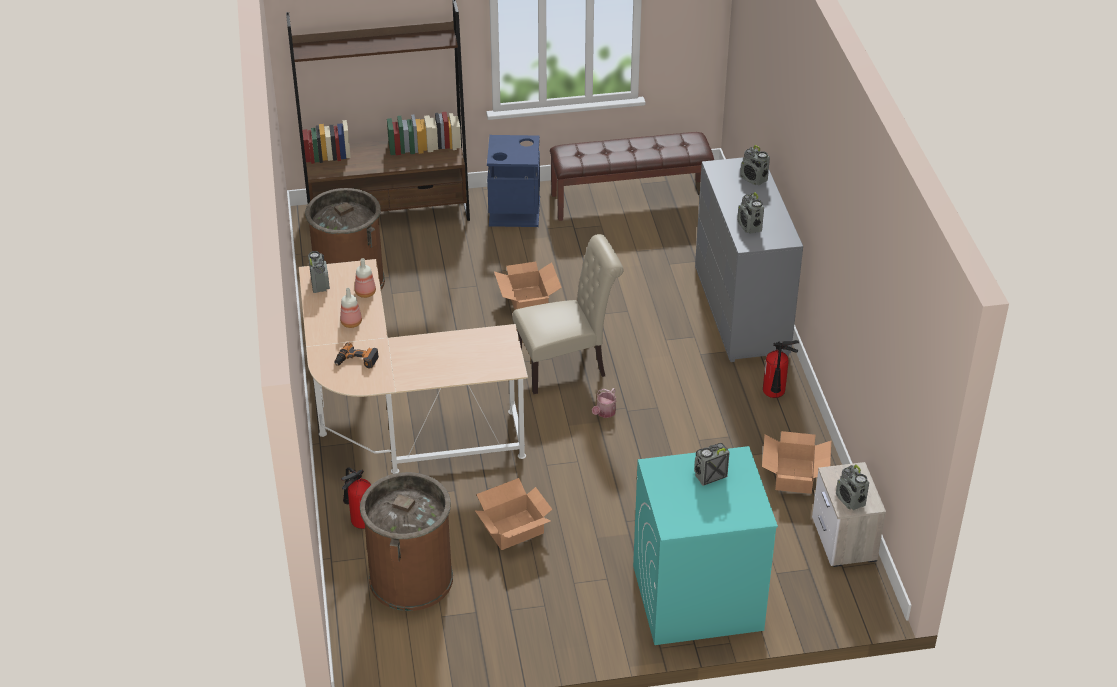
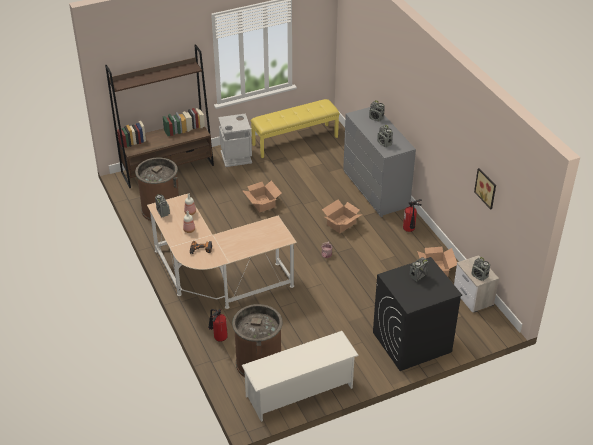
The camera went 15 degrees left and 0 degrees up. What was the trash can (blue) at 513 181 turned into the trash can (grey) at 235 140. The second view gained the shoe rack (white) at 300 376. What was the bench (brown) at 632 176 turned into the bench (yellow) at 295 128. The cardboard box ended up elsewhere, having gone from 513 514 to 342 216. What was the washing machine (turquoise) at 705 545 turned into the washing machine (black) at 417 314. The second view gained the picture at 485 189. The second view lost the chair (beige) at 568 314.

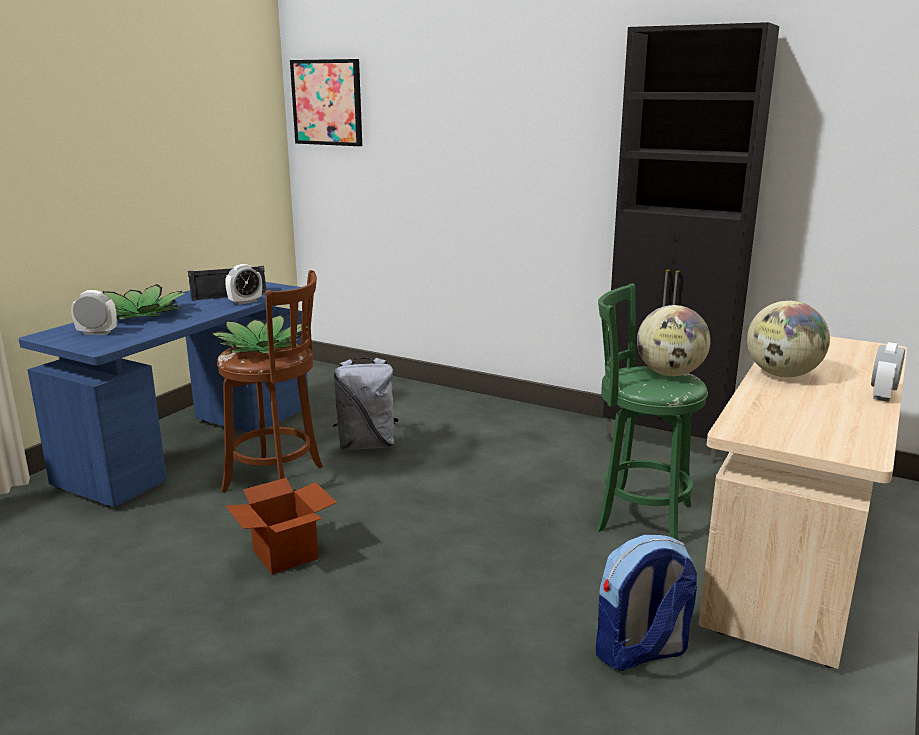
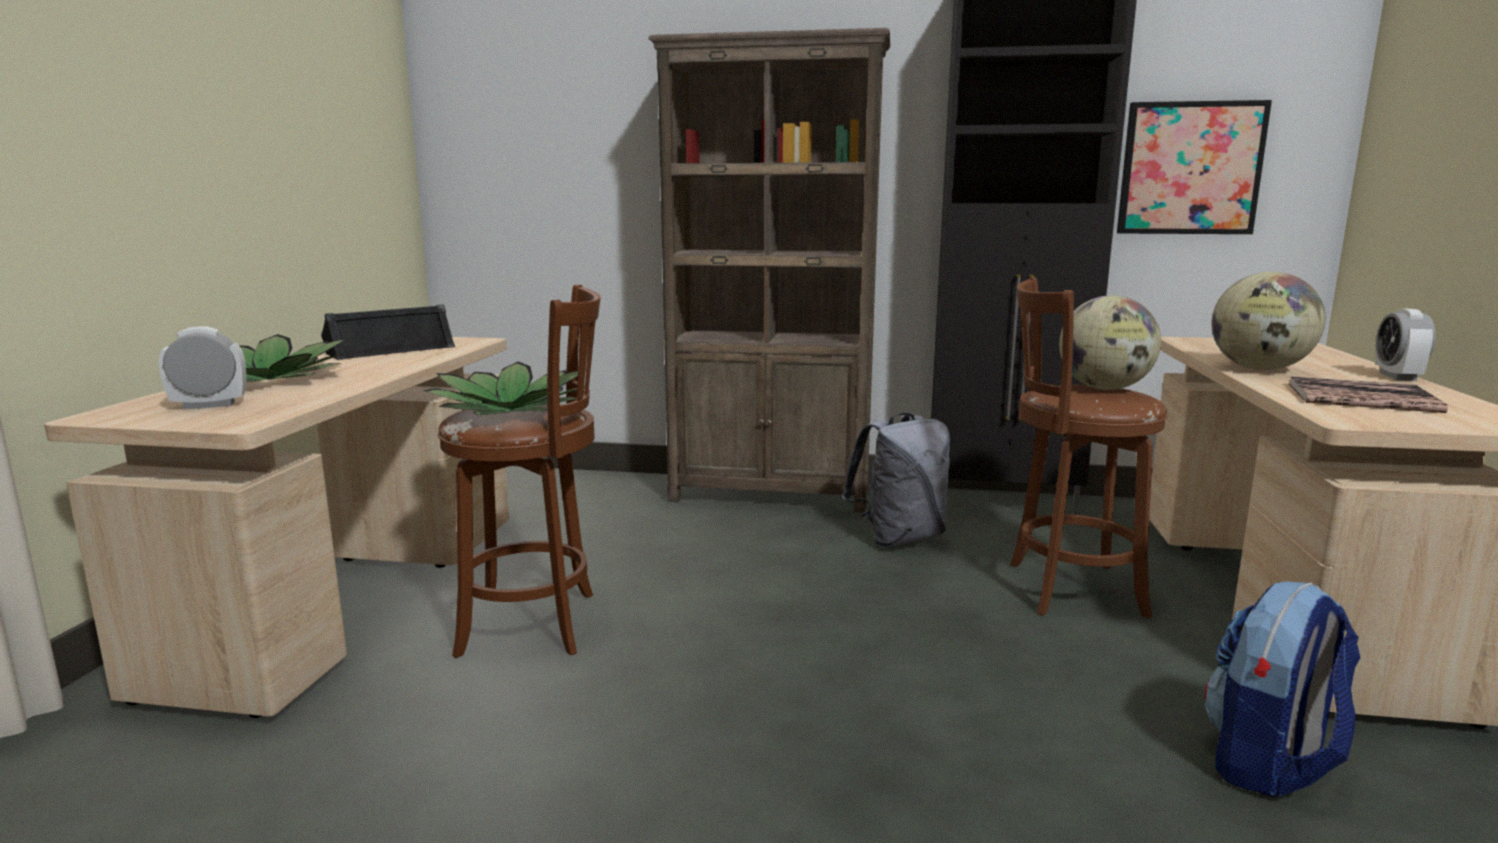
The camera went 20 degrees left and 5 degrees down. What was the desk (blue) at 163 394 turned into the desk (beige) at 276 527. The second view gained the bookcase (brown) at 769 270. The backpack (grey) ended up elsewhere, having gone from 366 403 to 896 480. What was the stool (green) at 652 411 turned into the stool (brown) at 1089 447. The picture ended up elsewhere, having gone from 326 102 to 1194 167. The second view gained the book at 1368 395. The second view lost the alarm clock at 243 284. The second view lost the cardboard box at 281 526.

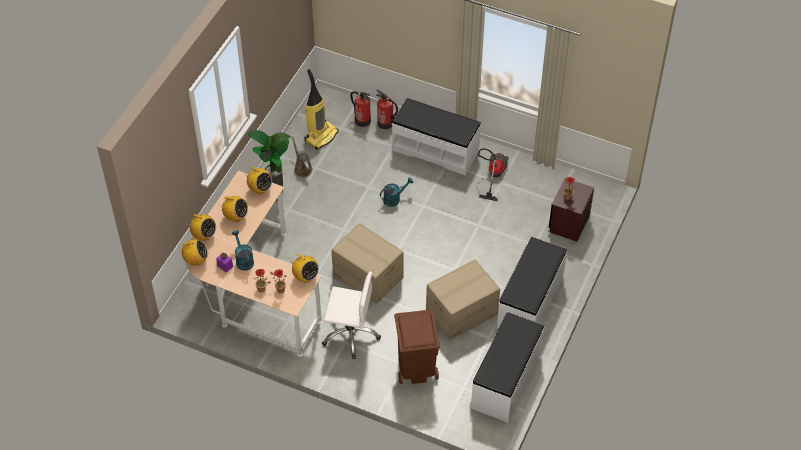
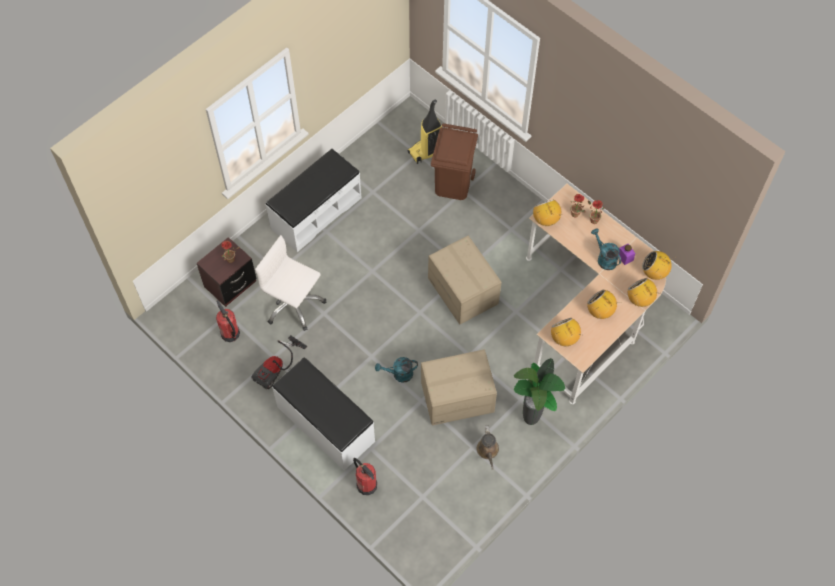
The camera went 160 degrees left and 10 degrees up. The fire extinguisher ended up elsewhere, having gone from 360 109 to 228 321. The office chair (white) ended up elsewhere, having gone from 351 315 to 290 283. The vacuum cleaner ended up elsewhere, having gone from 322 109 to 424 131. The cardboard box ended up elsewhere, having gone from 463 300 to 459 387. The watering can (turquoise) at 243 250 ended up facing another way, 150 degrees clockwise from before. The second view lost the bench (white) at 508 367.

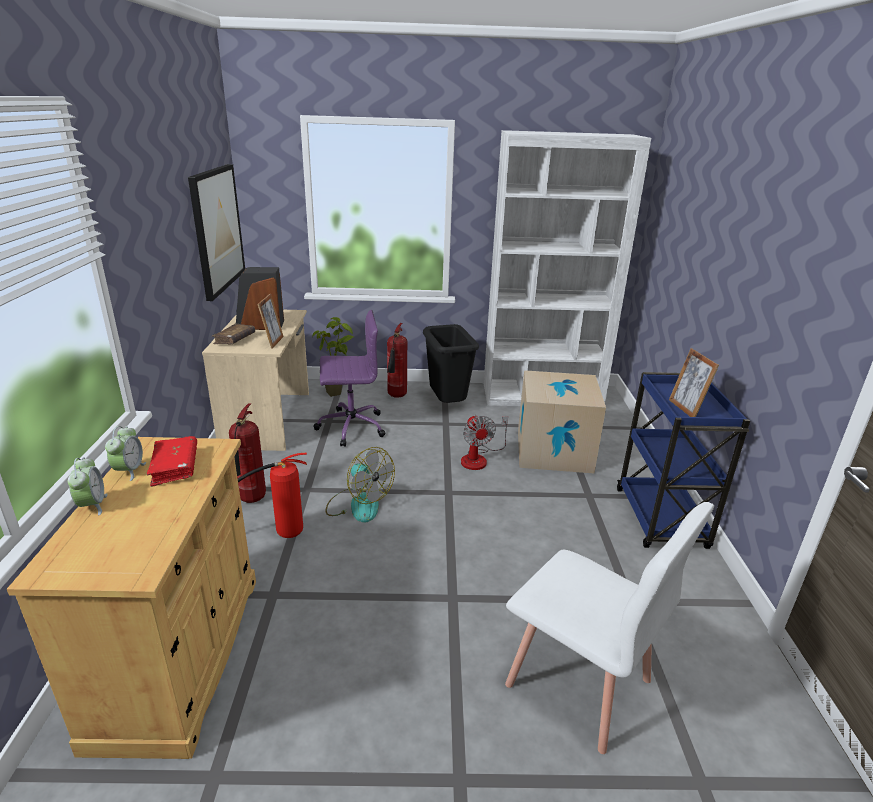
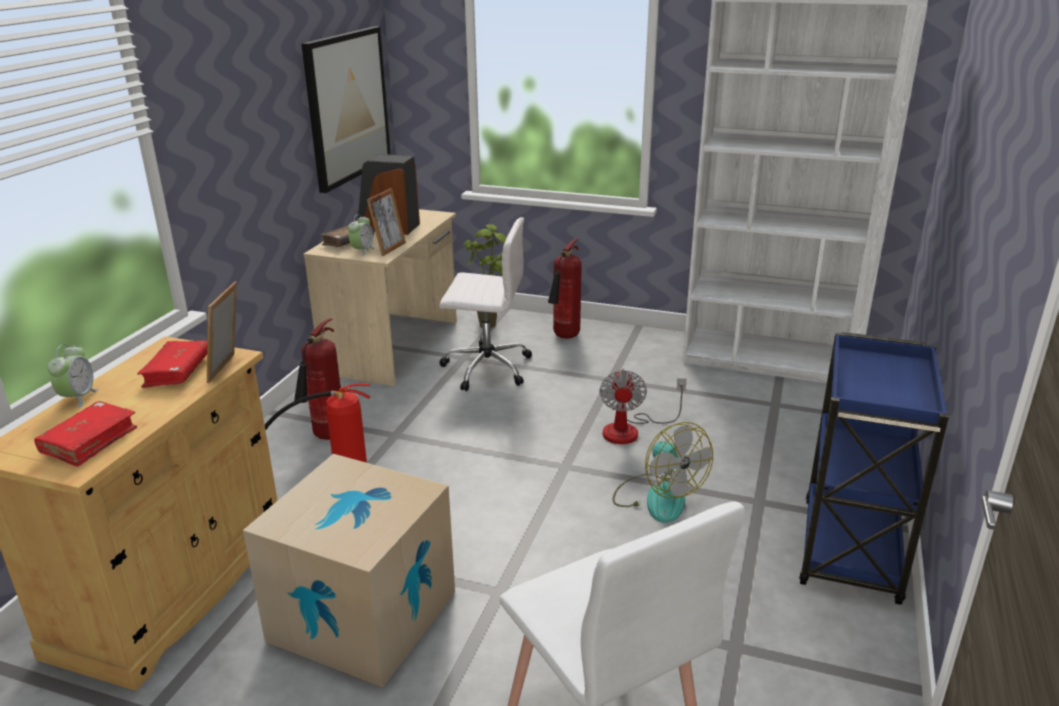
The camera went 20 degrees right and 0 degrees up. The second view gained the book (red) at 85 434. The picture frame ended up elsewhere, having gone from 694 382 to 222 332. The cardboard box ended up elsewhere, having gone from 562 422 to 349 570. The alarm clock ended up elsewhere, having gone from 125 453 to 361 235. What was the office chair (purple) at 349 378 turned into the office chair (white) at 485 304. The fan ended up elsewhere, having gone from 360 485 to 662 472. The second view lost the trash can (black) at 451 363.

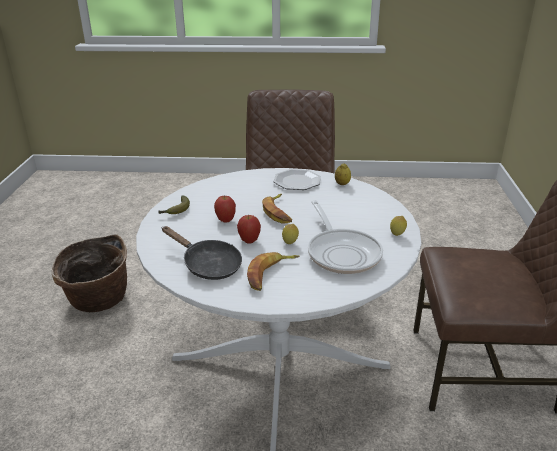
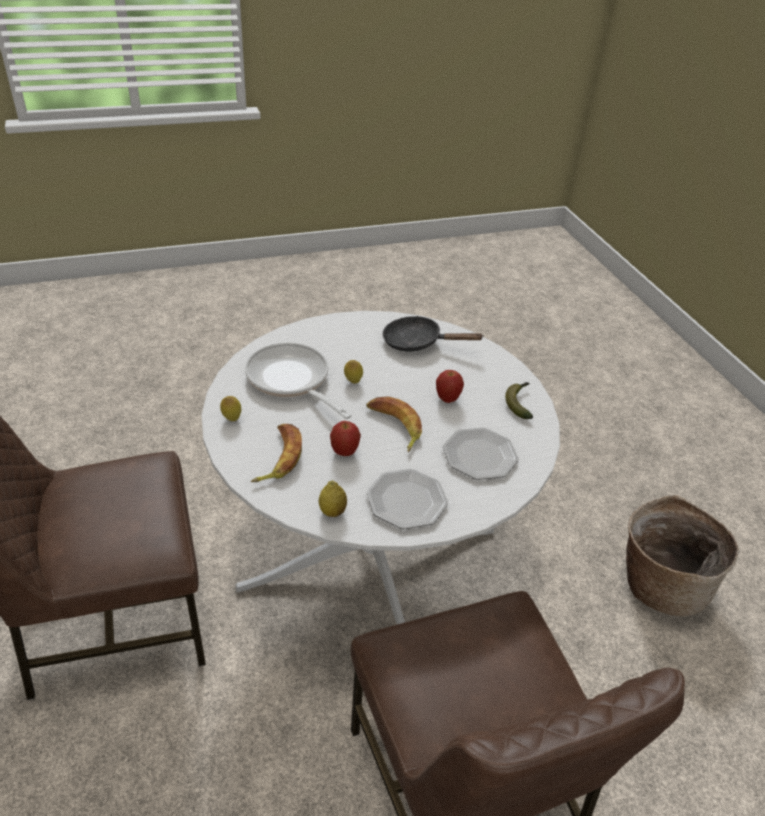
The camera went 155 degrees right and 10 degrees up. The banana ended up elsewhere, having gone from 273 271 to 276 453. The apple ended up elsewhere, having gone from 249 229 to 345 438. The second view gained the plate at 481 454.

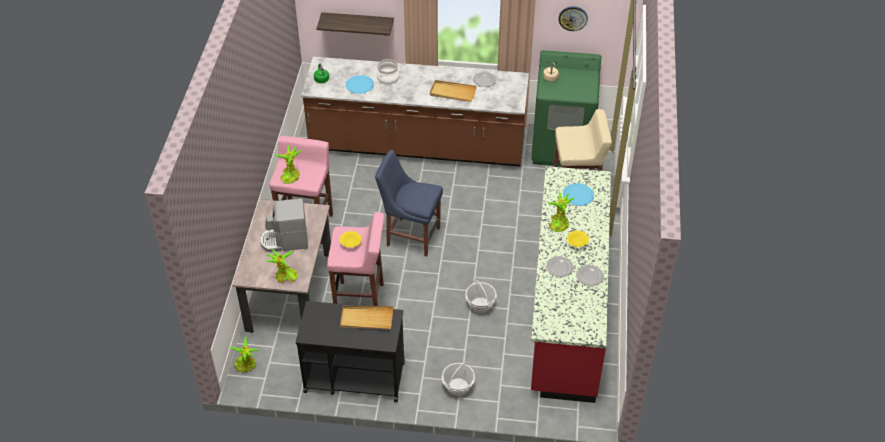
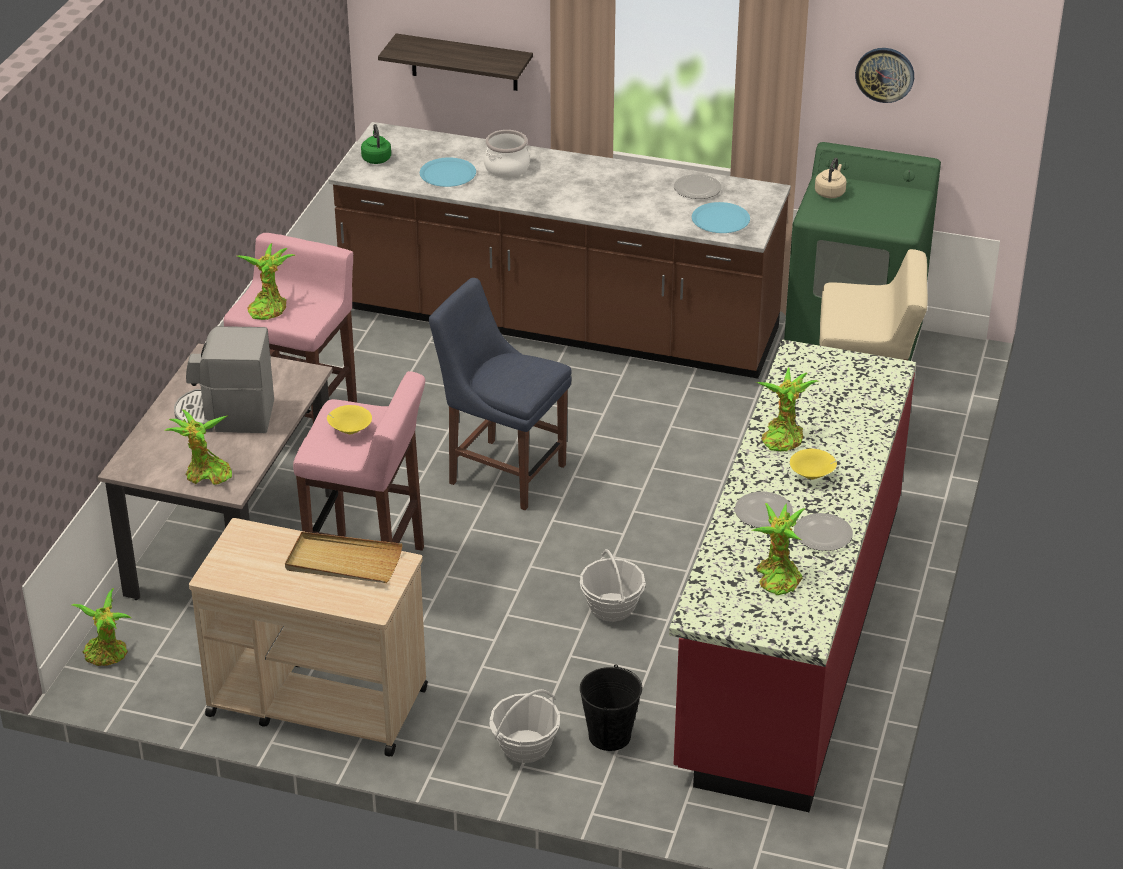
The camera went 10 degrees right and 10 degrees down. What was the cart (black) at 350 351 turned into the cart (beige) at 308 637. The second view gained the bucket (black) at 611 707. The plate (blue) ended up elsewhere, having gone from 578 194 to 721 217. The second view gained the potted plant at 778 549. The second view lost the tray (beige) at 453 91.

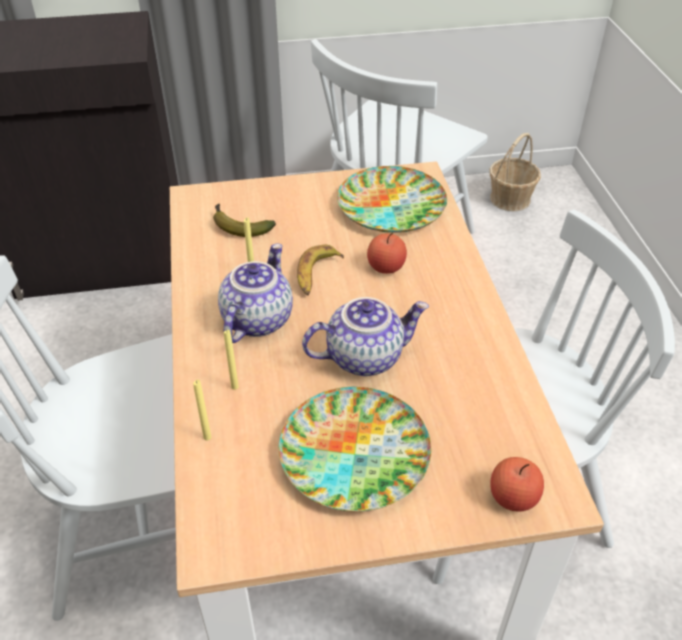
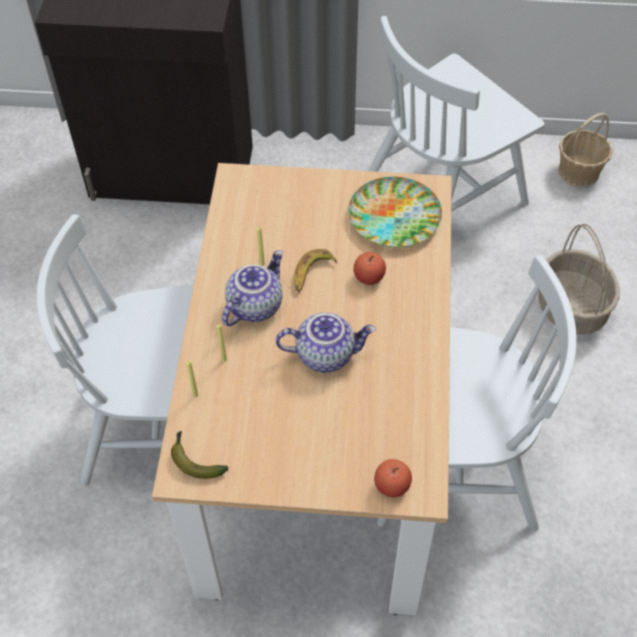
The camera went 15 degrees right and 10 degrees up. The banana ended up elsewhere, having gone from 244 220 to 199 455. The second view gained the basket at 579 279. The second view lost the plate at 355 449.

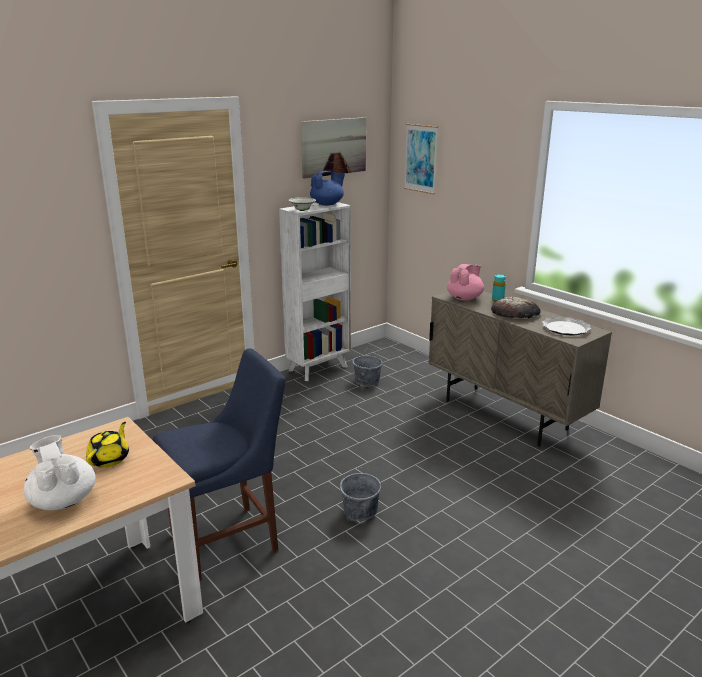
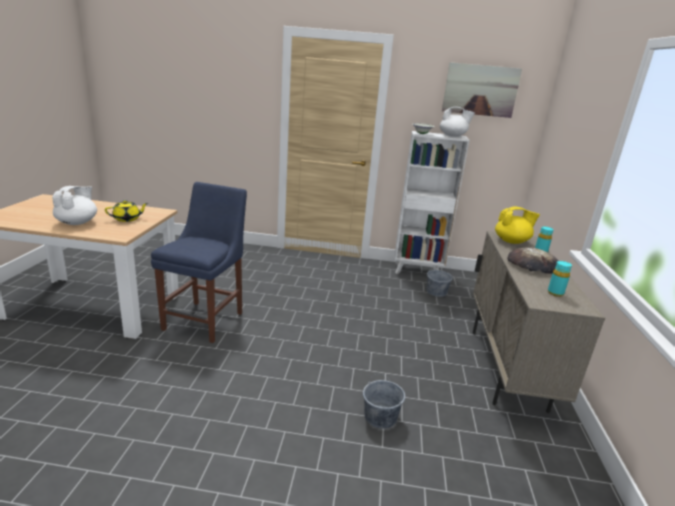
The camera went 45 degrees right and 0 degrees up. The chair (blue) at 219 464 ended up facing another way, 90 degrees counterclockwise from before. The bucket (grey) ended up elsewhere, having gone from 360 494 to 384 401. What was the teapot (blue) at 327 188 turned into the teapot (white) at 457 122. What was the teapot (pink) at 465 282 turned into the teapot (yellow) at 517 225. Where the plate stood at 566 326, the bottle (turquoise) came to stand at 560 279. The second view lost the picture at 421 159.

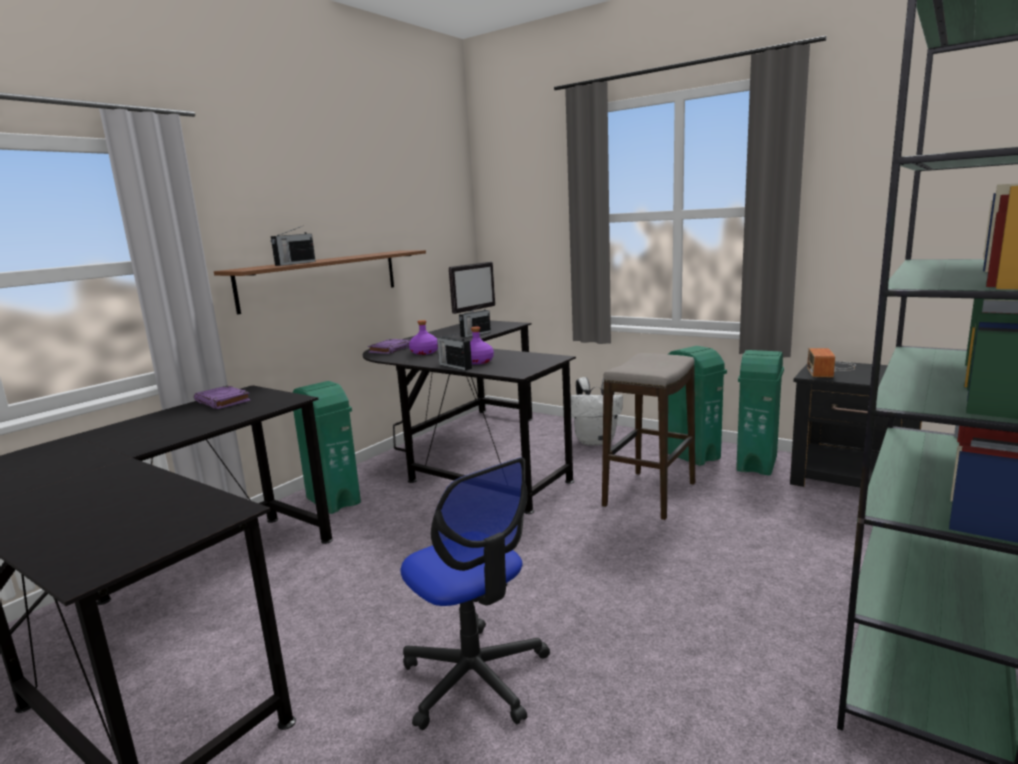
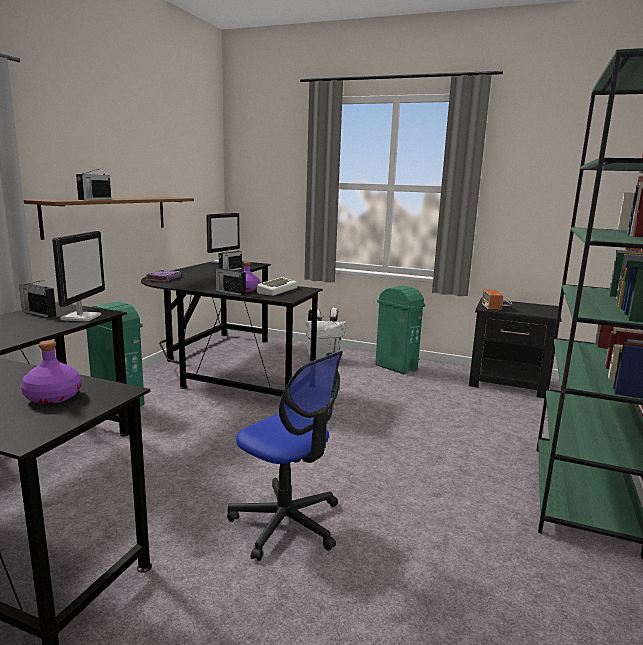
The camera went 15 degrees left and 0 degrees up. Where the book (purple) stood at 222 397, the radio came to stand at 37 299. The bottle (purple) ended up elsewhere, having gone from 423 337 to 51 372. The second view gained the monitor at 78 276. The second view gained the keyboard at 277 286. The second view lost the stool at 648 436. The second view lost the trash can (green) at 760 412.

